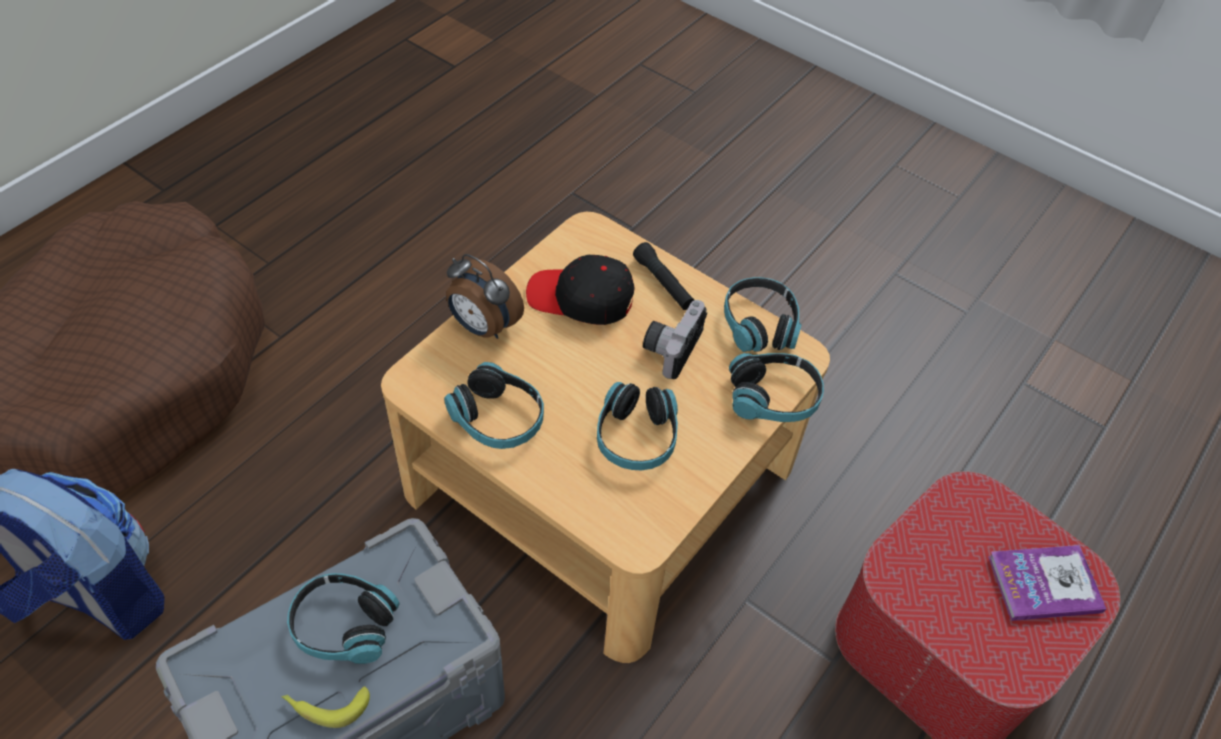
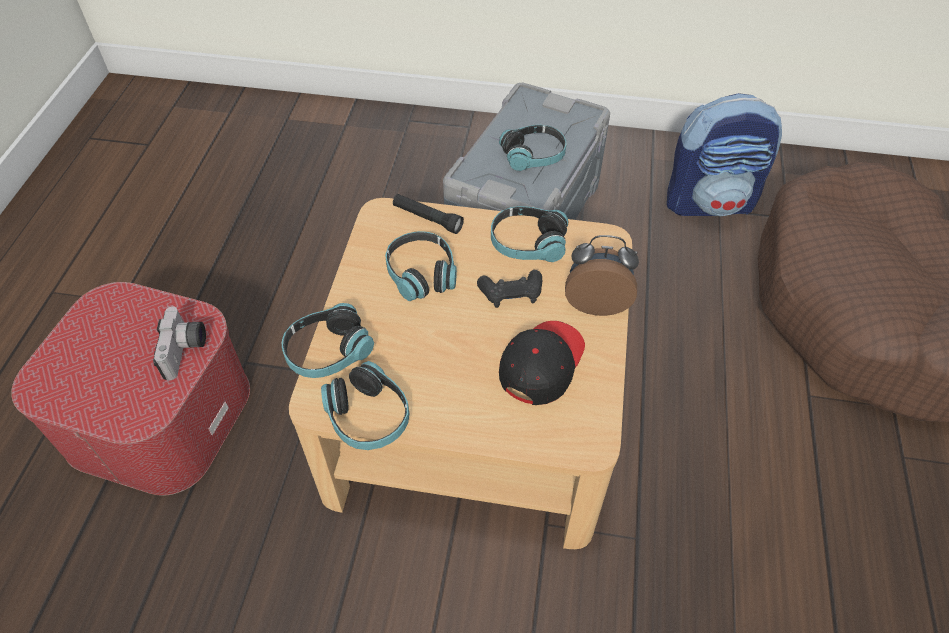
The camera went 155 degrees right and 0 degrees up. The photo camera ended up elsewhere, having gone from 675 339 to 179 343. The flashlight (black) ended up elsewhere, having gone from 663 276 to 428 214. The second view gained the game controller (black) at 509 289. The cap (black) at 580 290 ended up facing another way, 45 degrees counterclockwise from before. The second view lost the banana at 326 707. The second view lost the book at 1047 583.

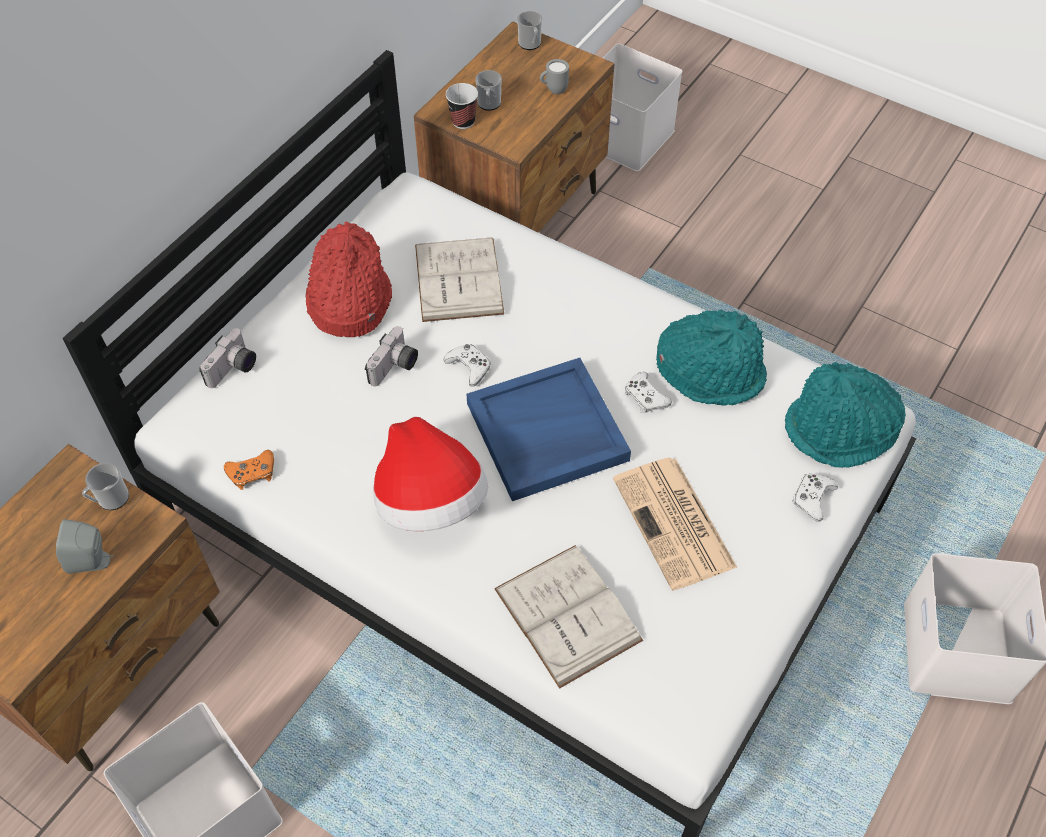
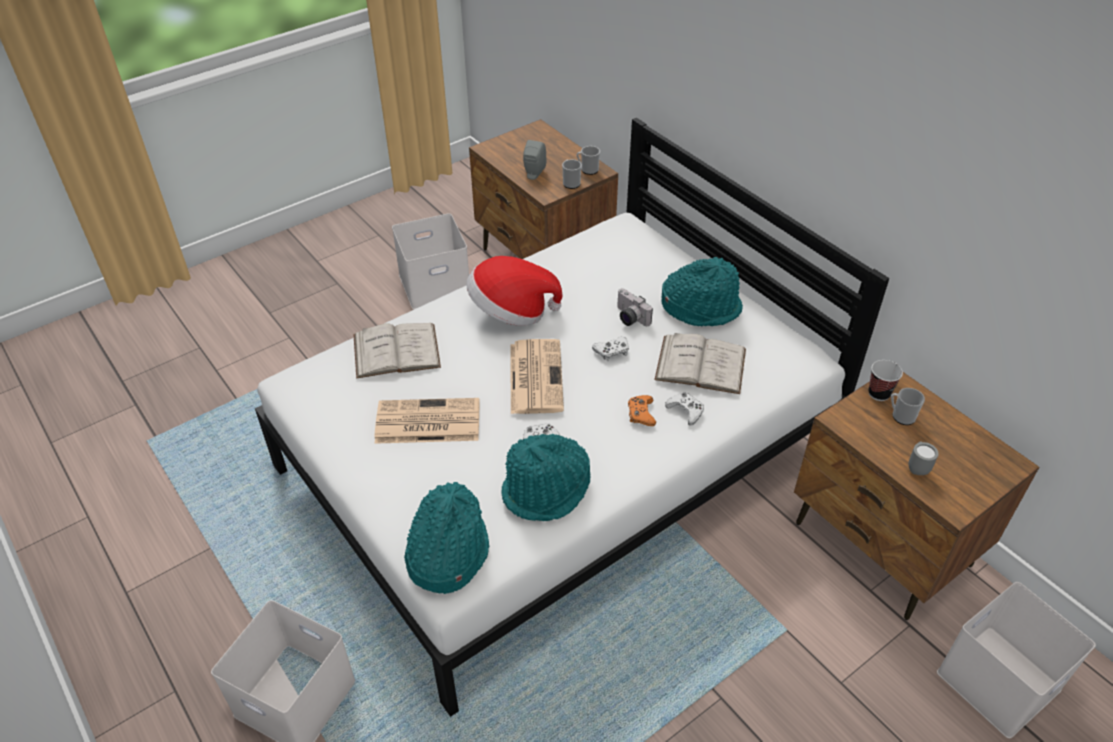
The camera went 110 degrees right and 10 degrees down. Where the tray (blue) stood at 548 429, the newspaper came to stand at 537 376. The mug ended up elsewhere, having gone from 529 30 to 588 160. The game controller (orange) ended up elsewhere, having gone from 249 470 to 642 410. What was the hat (red) at 348 279 turned into the hat (turquoise) at 702 292. The game controller (white) ended up elsewhere, having gone from 815 498 to 684 409. The second view lost the photo camera at 227 358.

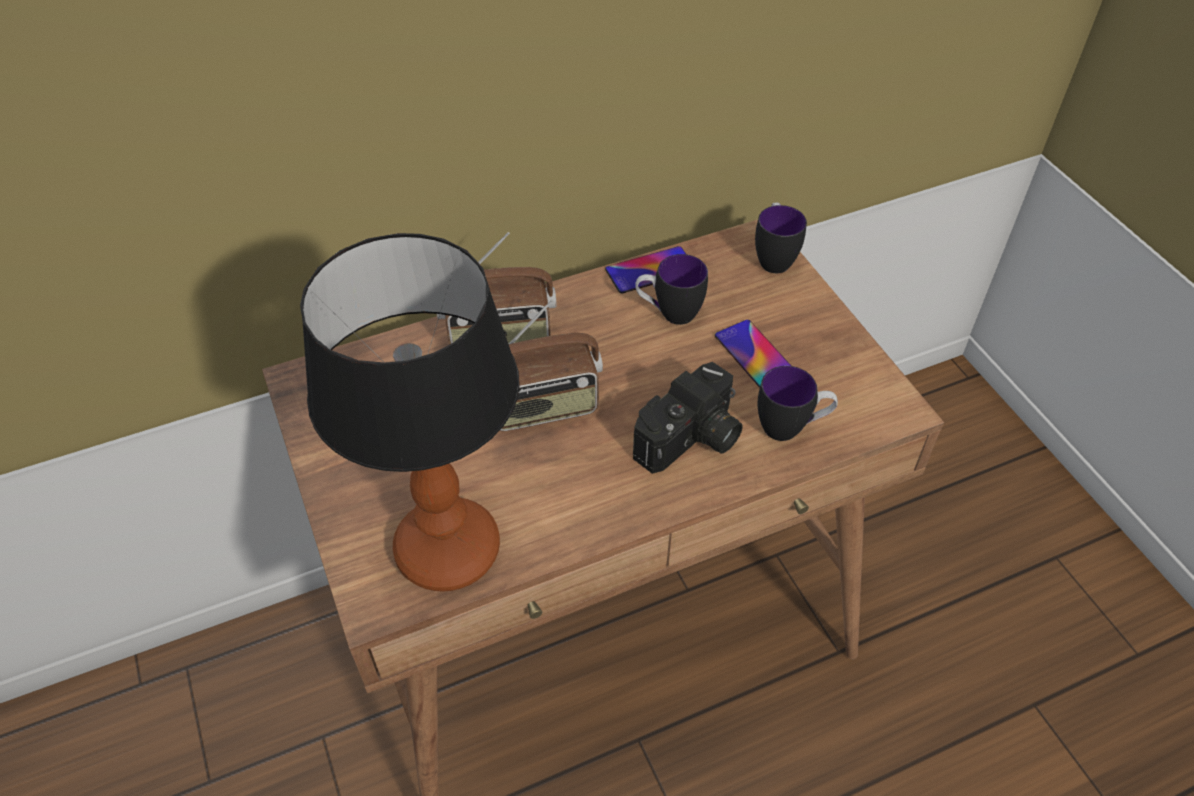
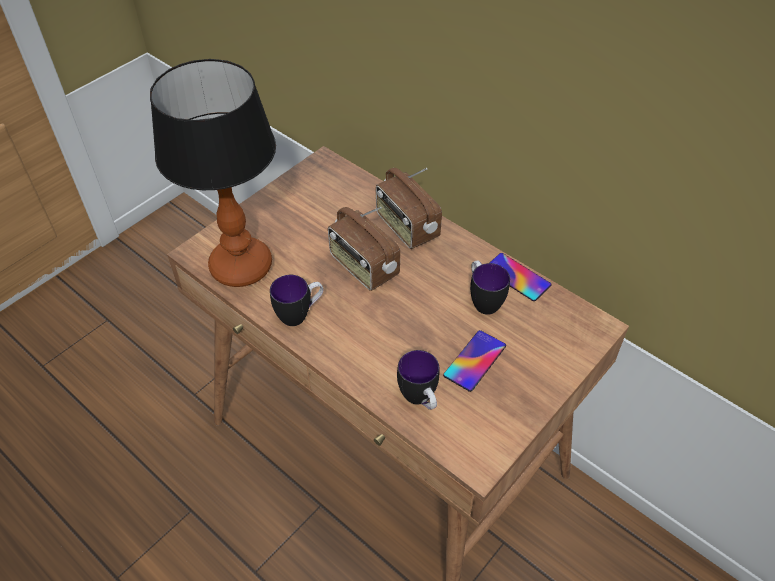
The camera went 65 degrees right and 0 degrees up. The mug ended up elsewhere, having gone from 781 238 to 297 300. The second view lost the photo camera at 688 418.

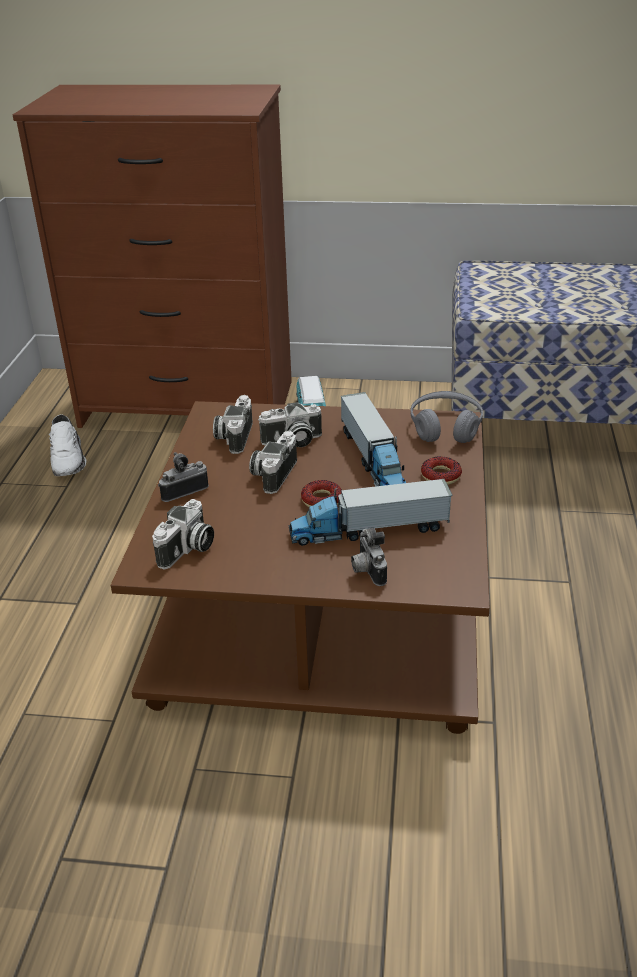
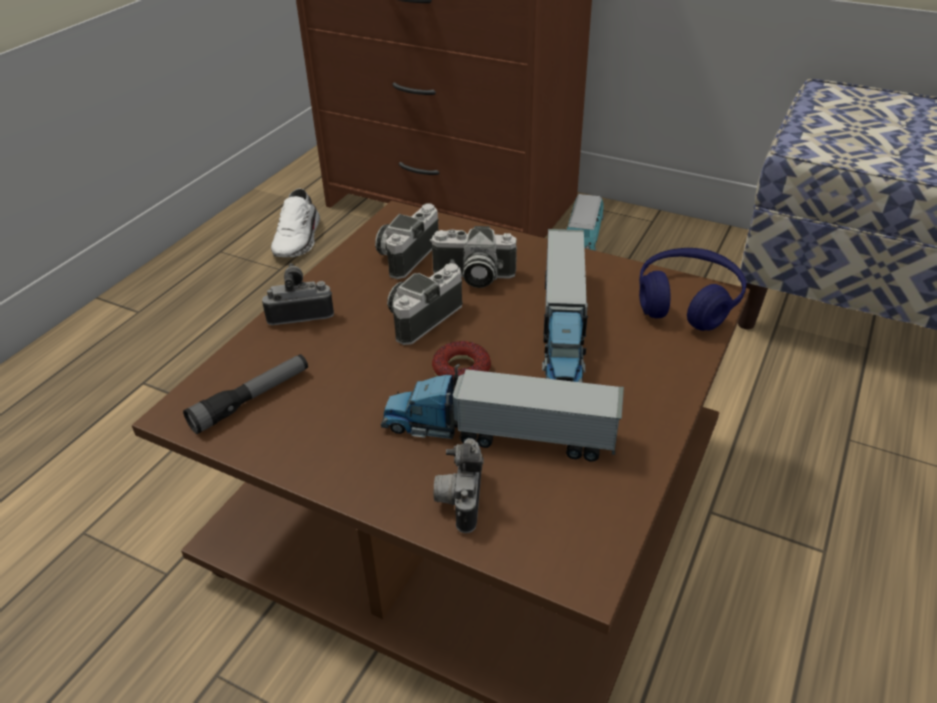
The camera went 20 degrees right and 5 degrees up. Where the photo camera stood at 183 534, the flashlight came to stand at 245 394. What was the headphones (grey) at 447 417 turned into the headphones (blue) at 693 289. The second view lost the donut at 441 470.

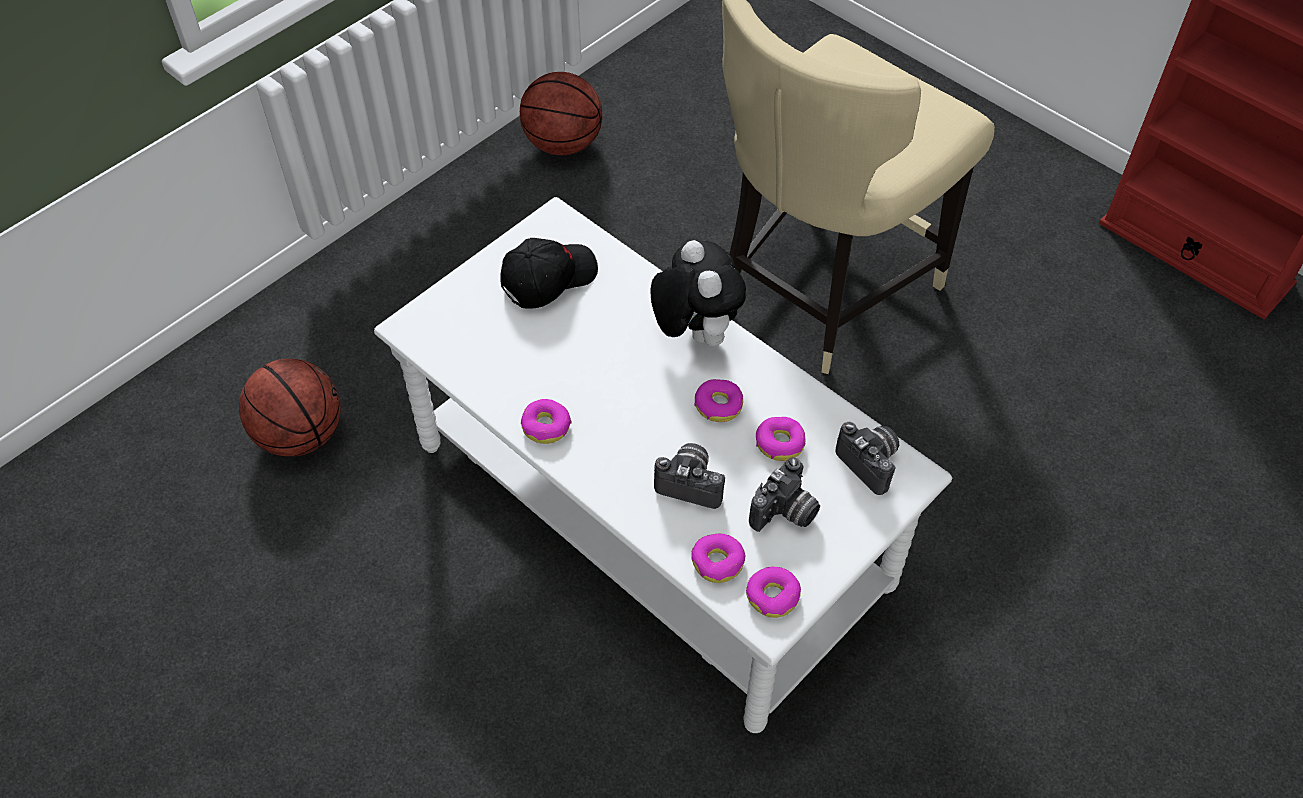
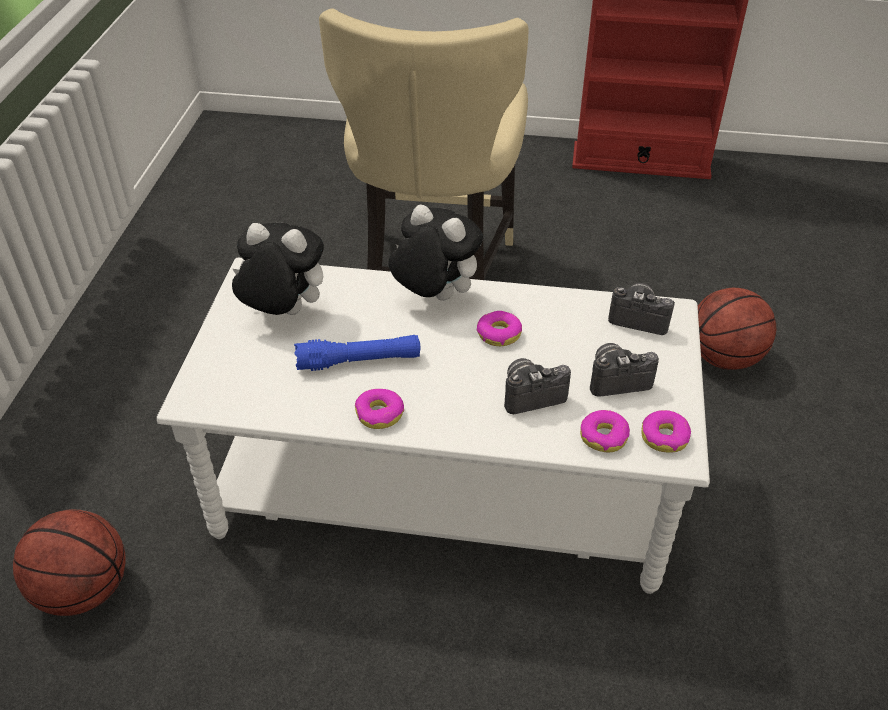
The camera went 35 degrees left and 10 degrees down. Where the cap (black) stood at 549 273, the plush toy came to stand at 278 269. The second view gained the flashlight (blue) at 357 353. The photo camera at 784 494 ended up facing another way, 105 degrees counterclockwise from before. The basketball ended up elsewhere, having gone from 561 113 to 737 329. The second view lost the donut at 780 439.

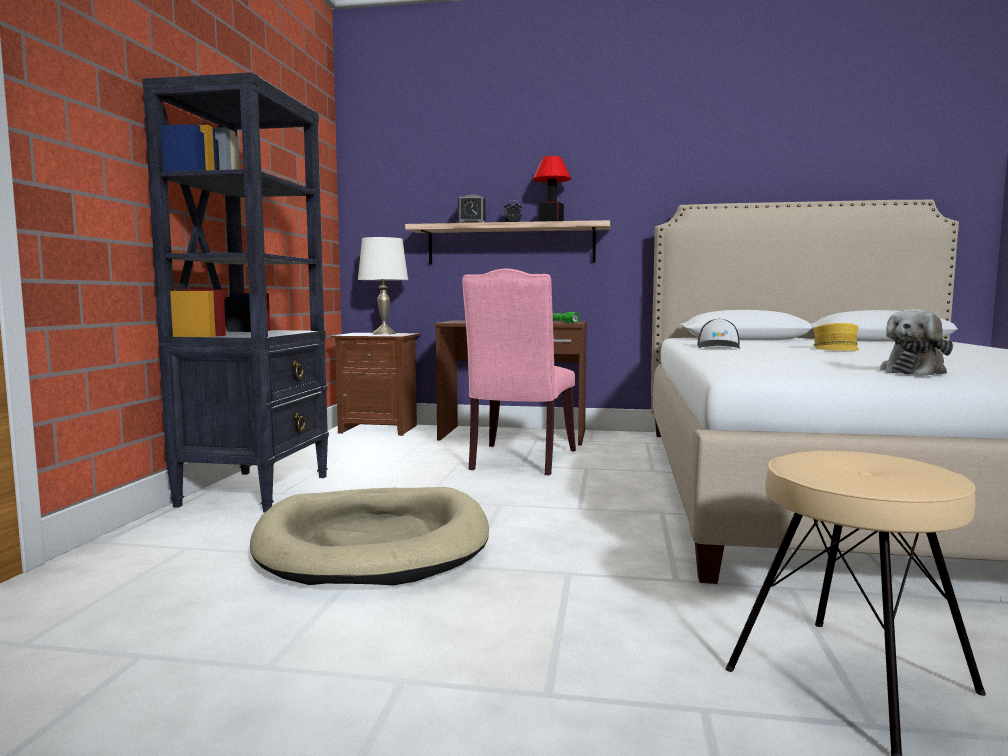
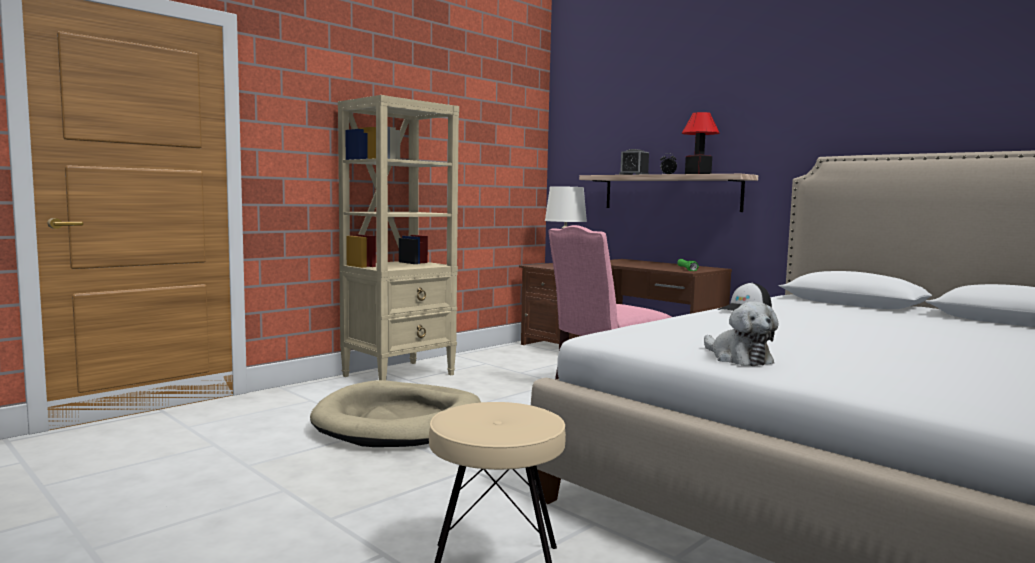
The camera went 35 degrees right and 0 degrees up. What was the bookcase (black) at 235 292 turned into the bookcase (beige) at 398 237. The plush toy at 916 342 ended up facing another way, 105 degrees counterclockwise from before. The second view lost the cap (yellow) at 836 337.

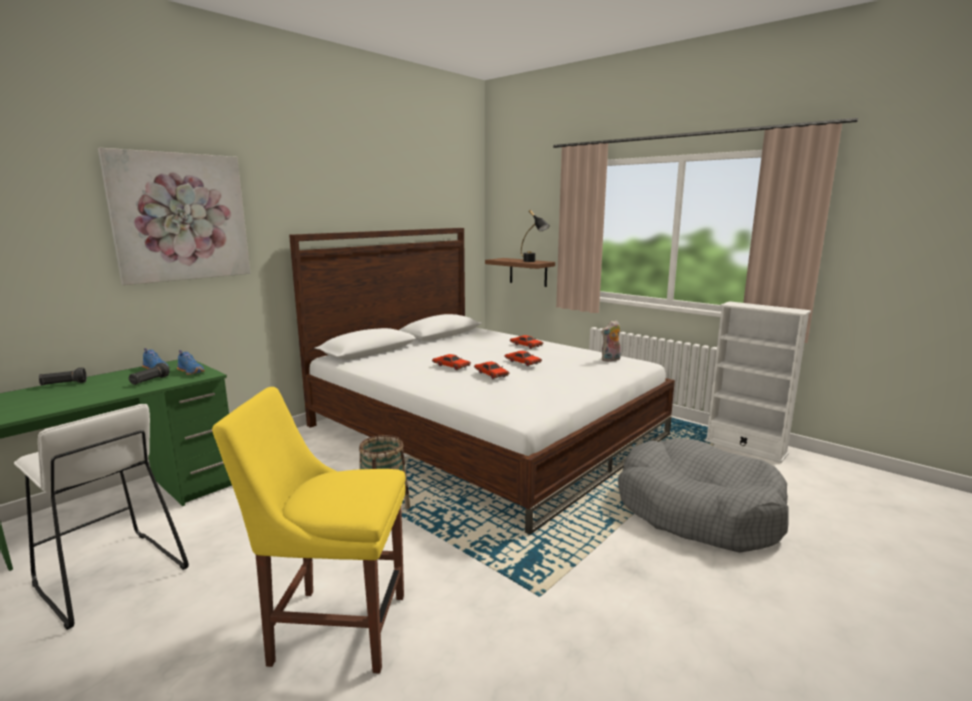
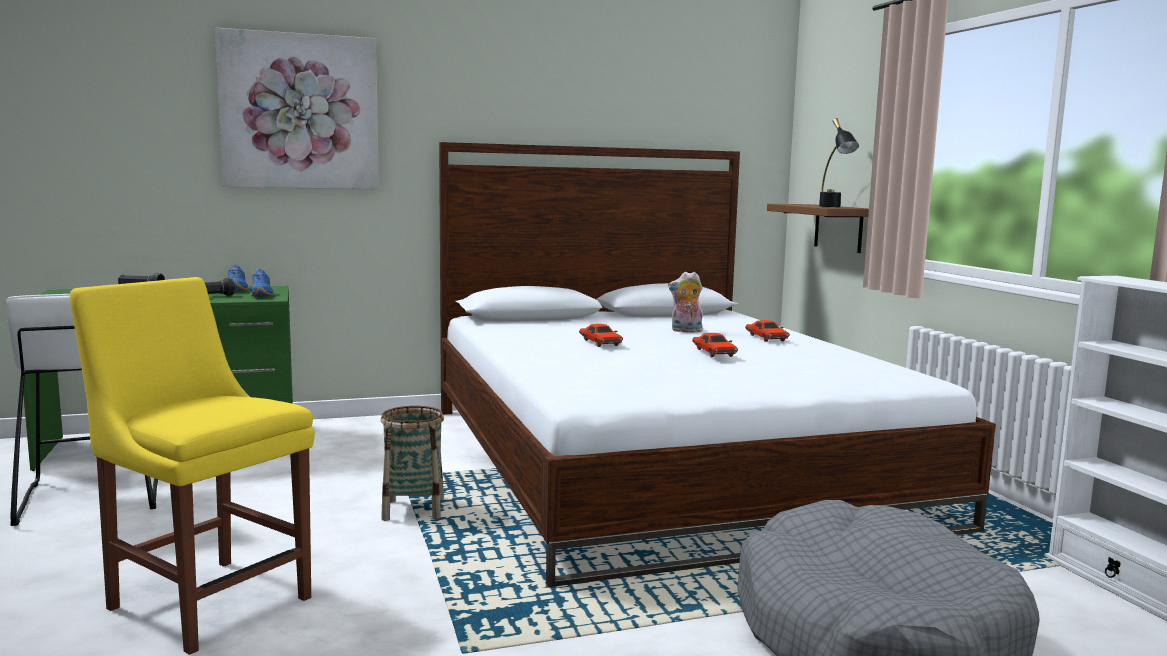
The camera went 30 degrees right and 5 degrees down. The plush toy ended up elsewhere, having gone from 611 341 to 685 302. The second view lost the toy car (red) at 491 370.

